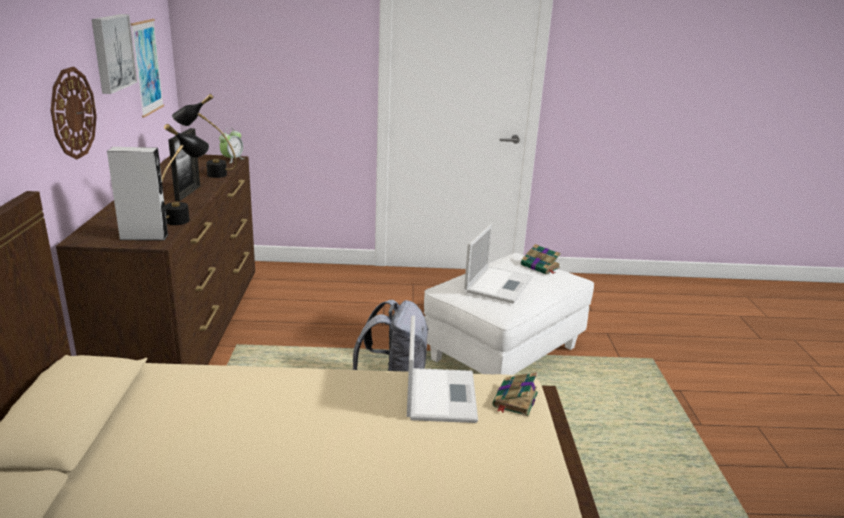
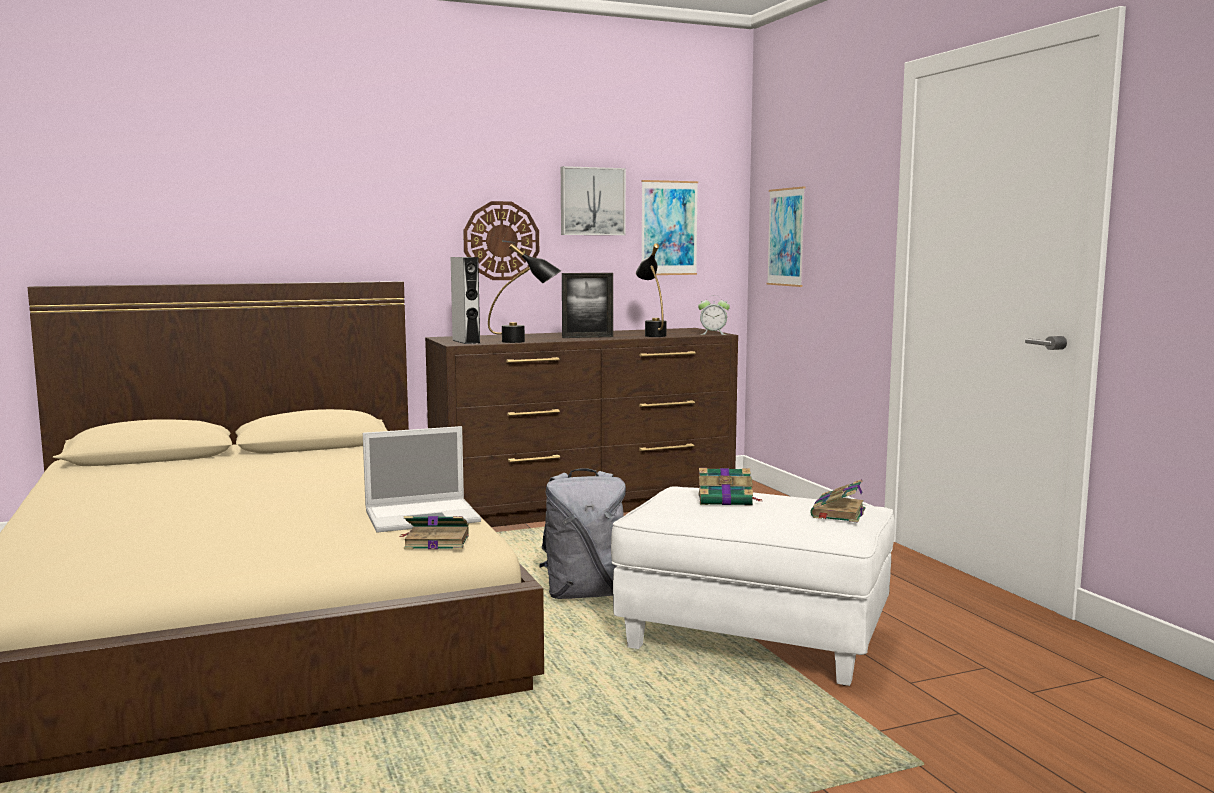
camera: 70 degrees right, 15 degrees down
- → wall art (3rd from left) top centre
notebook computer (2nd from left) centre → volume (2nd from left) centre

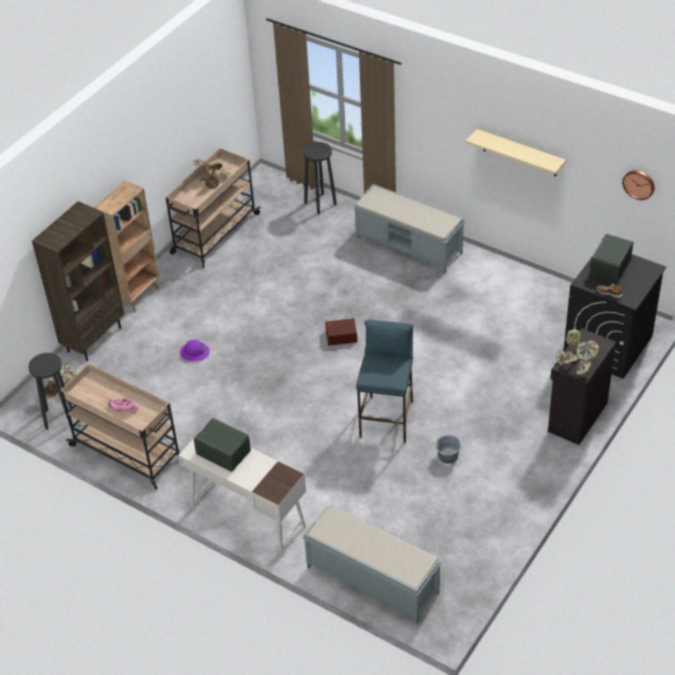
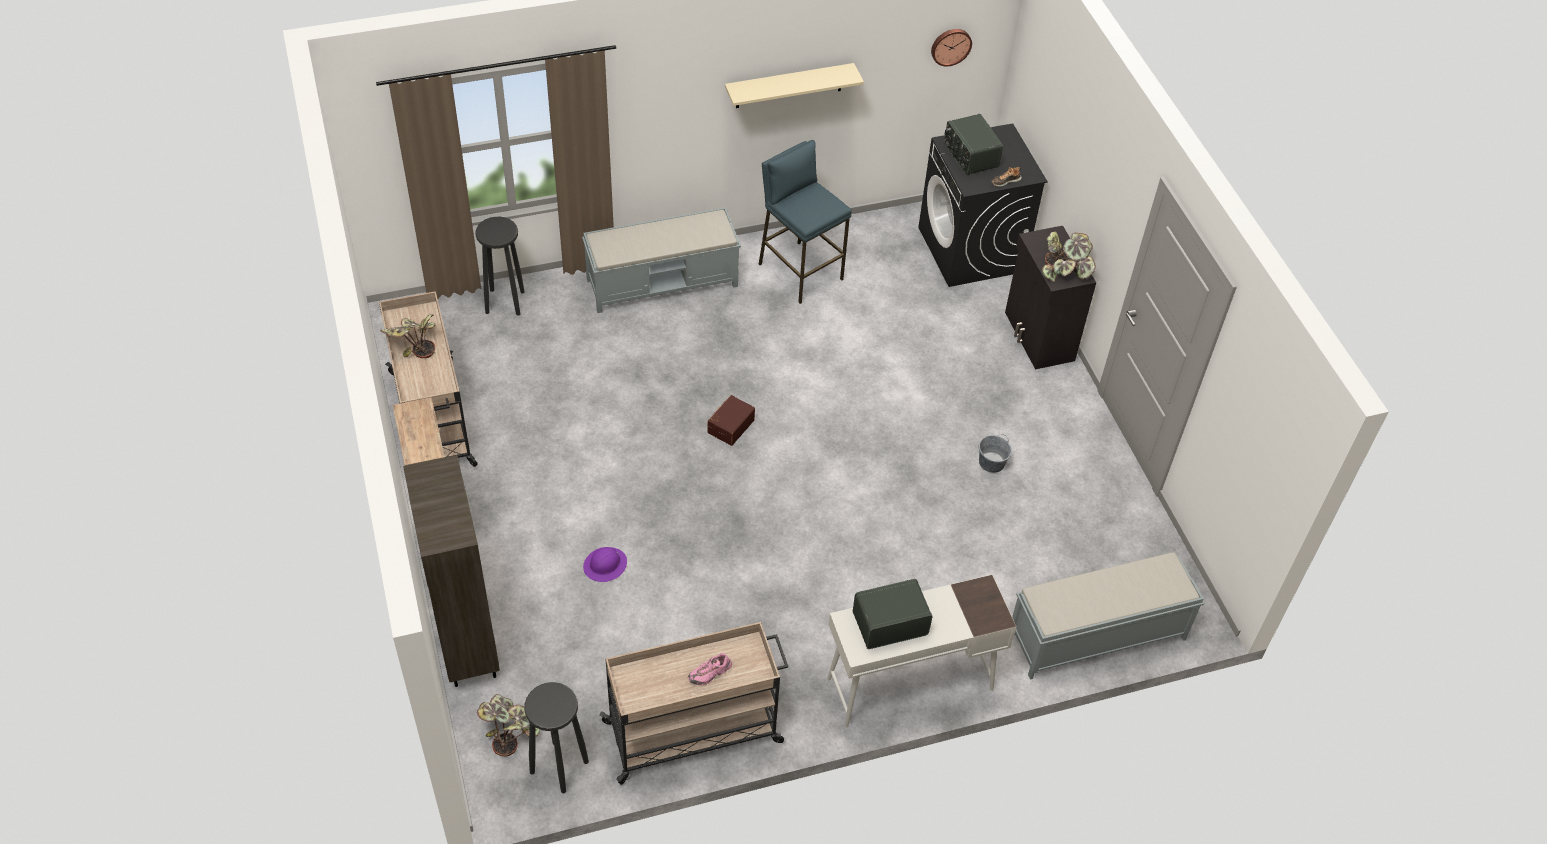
camera: 55 degrees left, 5 degrees up
blue-coloured stool seat centre → blue-coloured stool seat top centre, moved

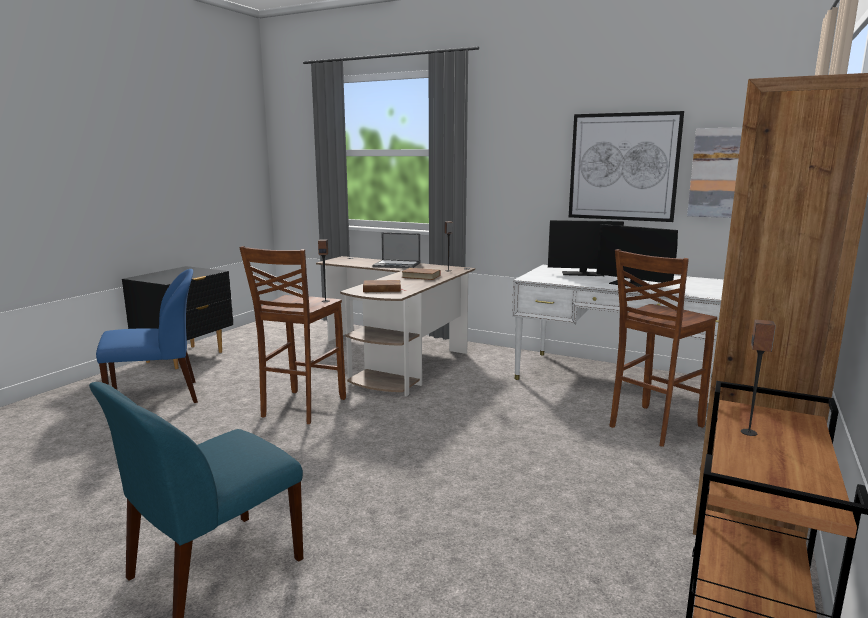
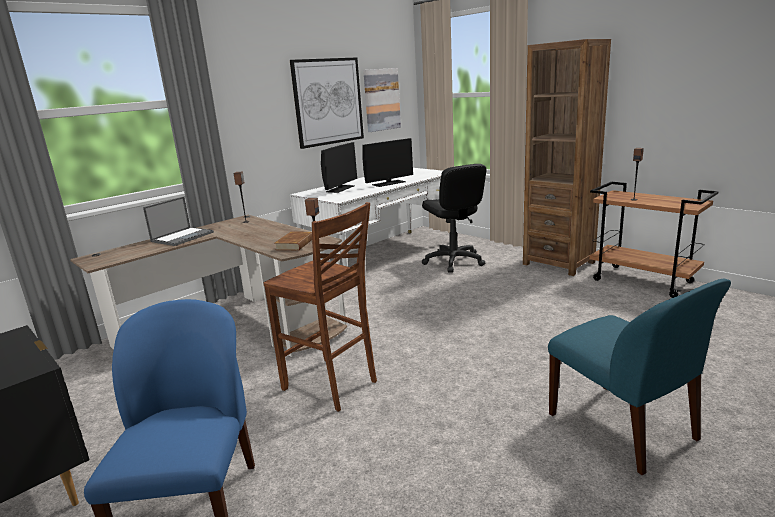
camera: 70 degrees left, 5 degrees up
brownish volume (2nd from left) centre → -
brownish stool seat (2nd from left) middle right → black-coloured office chair centre

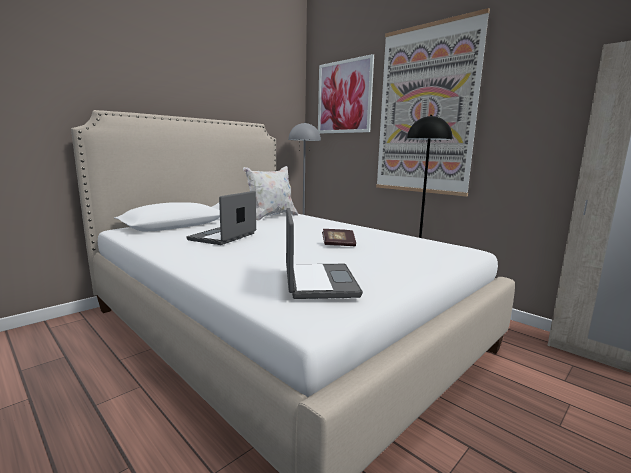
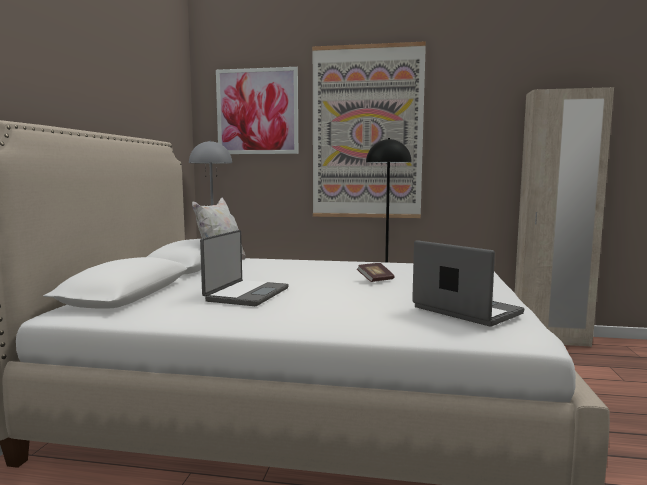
camera: 35 degrees left, 5 degrees down
notebook computer (1st from left) centre, 150 degrees counterclockwise

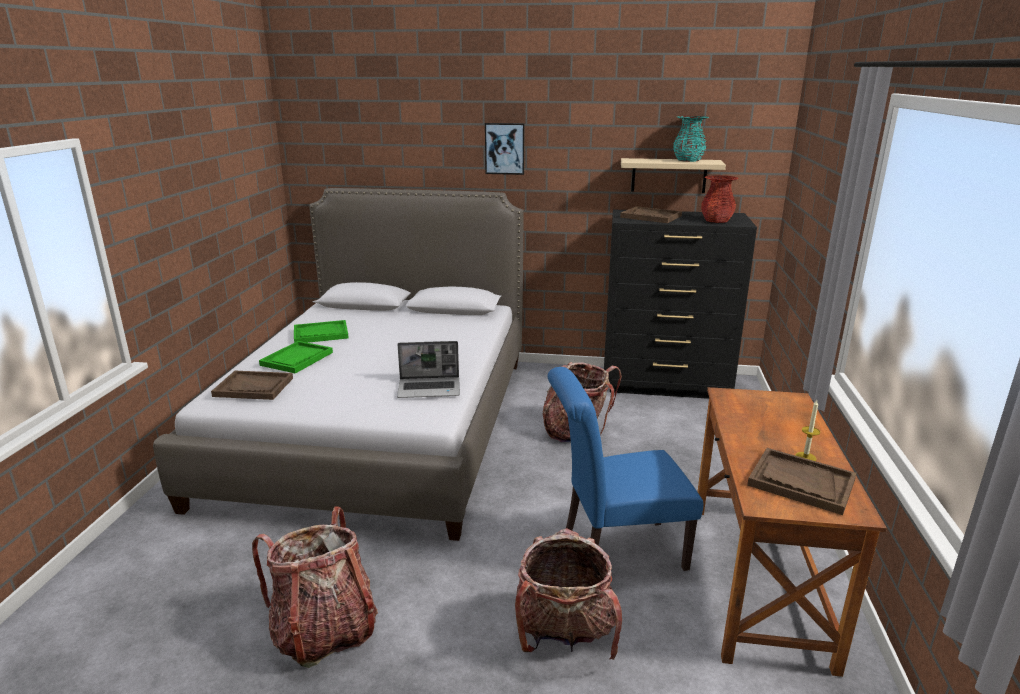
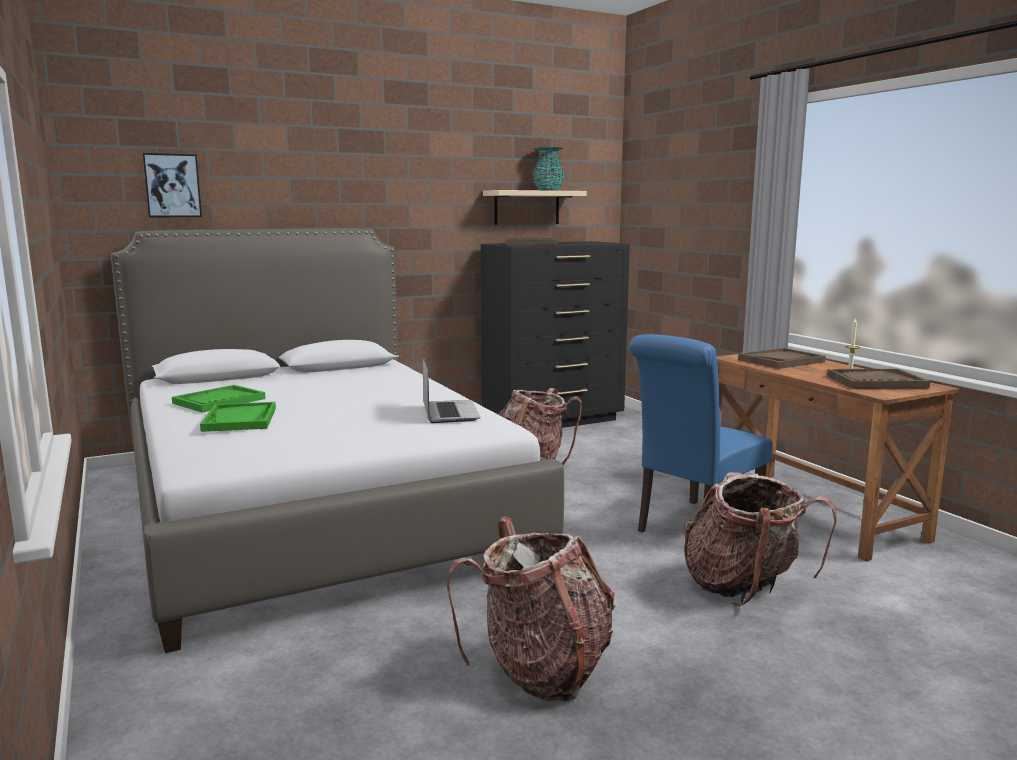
camera: 35 degrees left, 10 degrees down
reddish decorative vase top right → -
brownish carrying tray (1st from left in the first image) middle left → brownish carrying tray (2nd from left) middle right, moved
wall art top centre → wall art top left, moved
notebook computer centre, 60 degrees counterclockwise

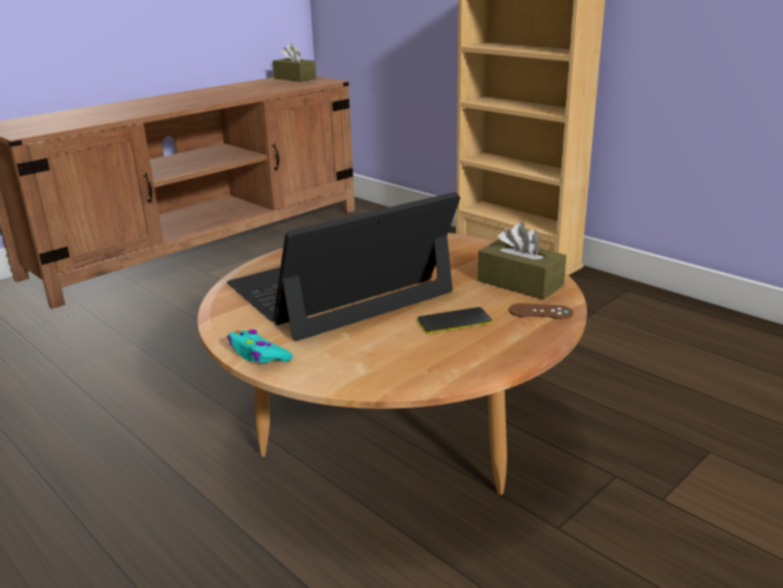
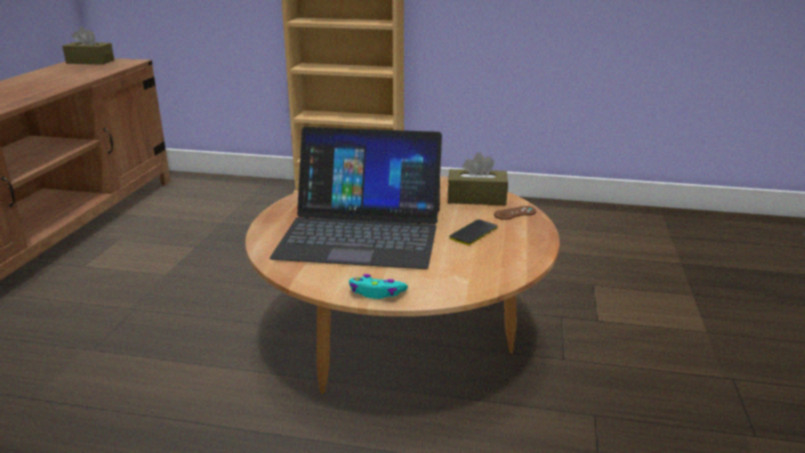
camera: 35 degrees left, 0 degrees up
notebook computer centre, 105 degrees counterclockwise

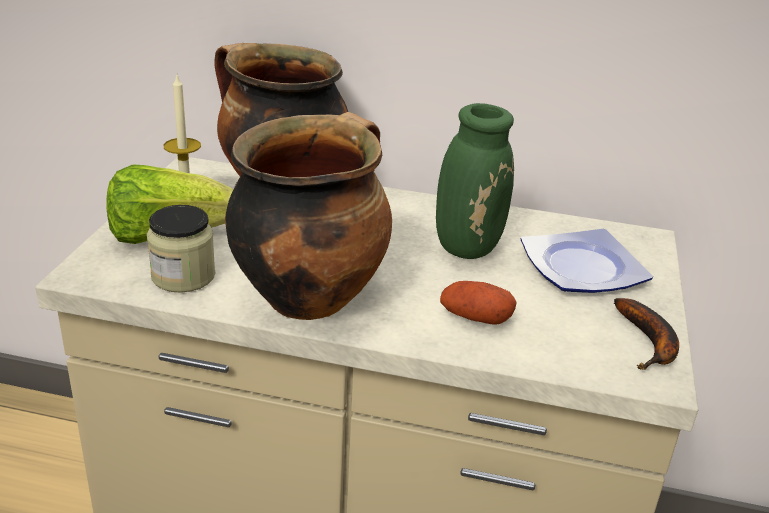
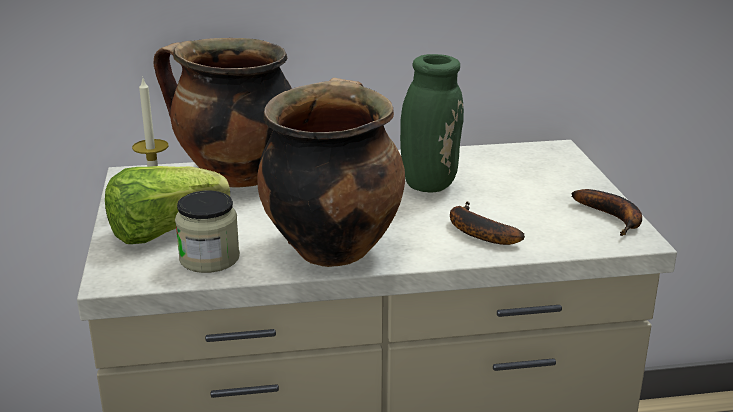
camera: 20 degrees left, 5 degrees down
flat dish middle right → -
potato centre → banana (1st from left) centre

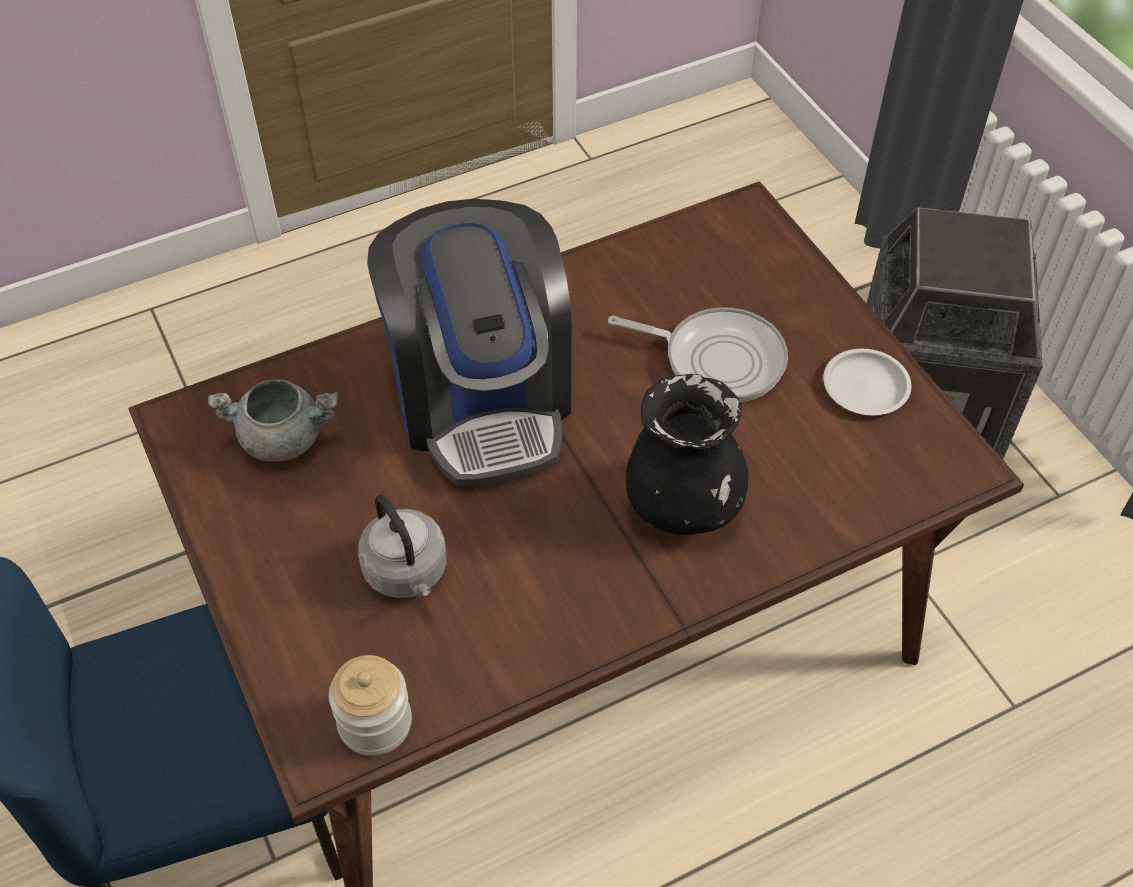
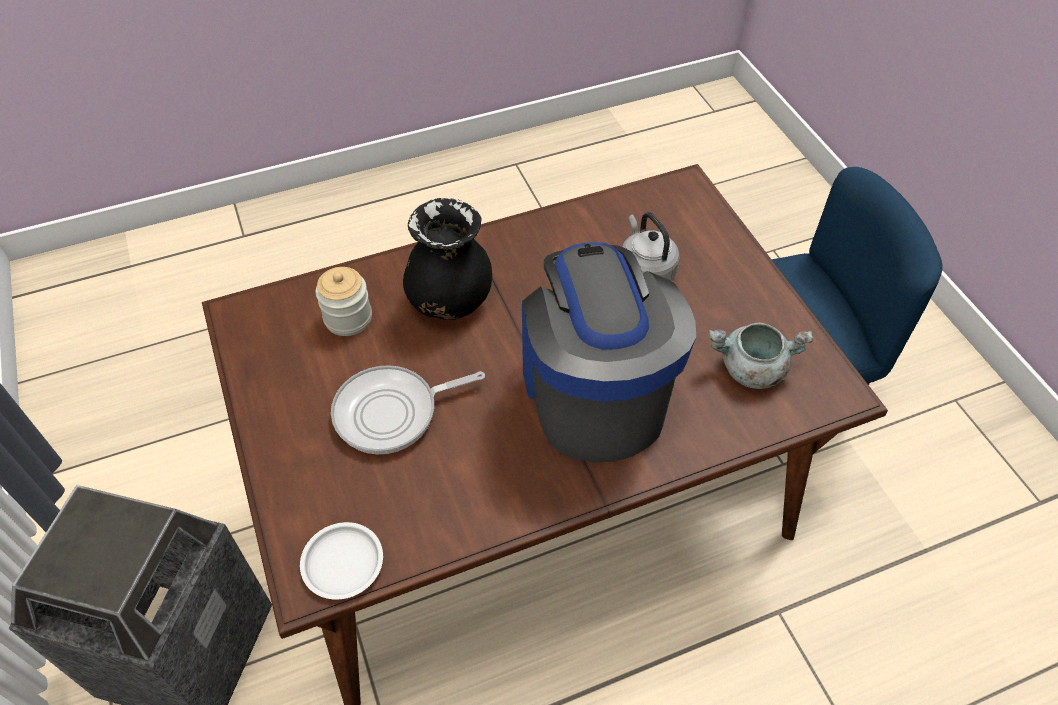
camera: 175 degrees left, 0 degrees up
jar bottom left → jar middle left, moved
white flat dish middle right → white flat dish bottom left, moved
skillet centre, 45 degrees counterclockwise

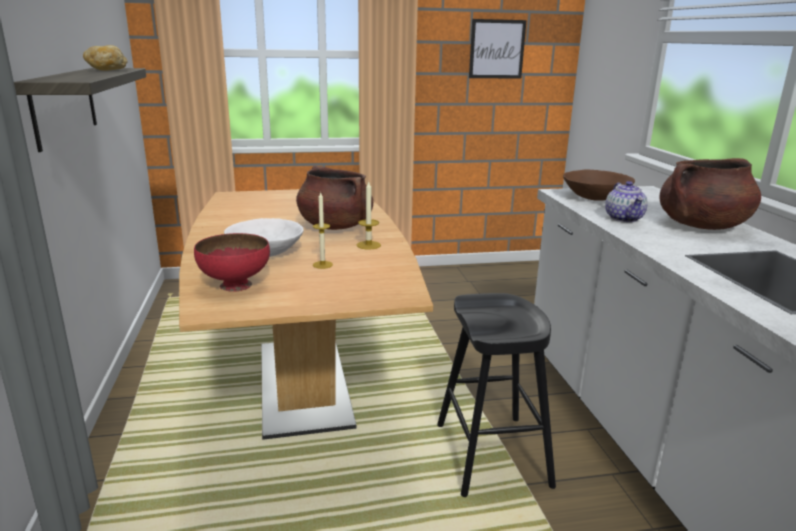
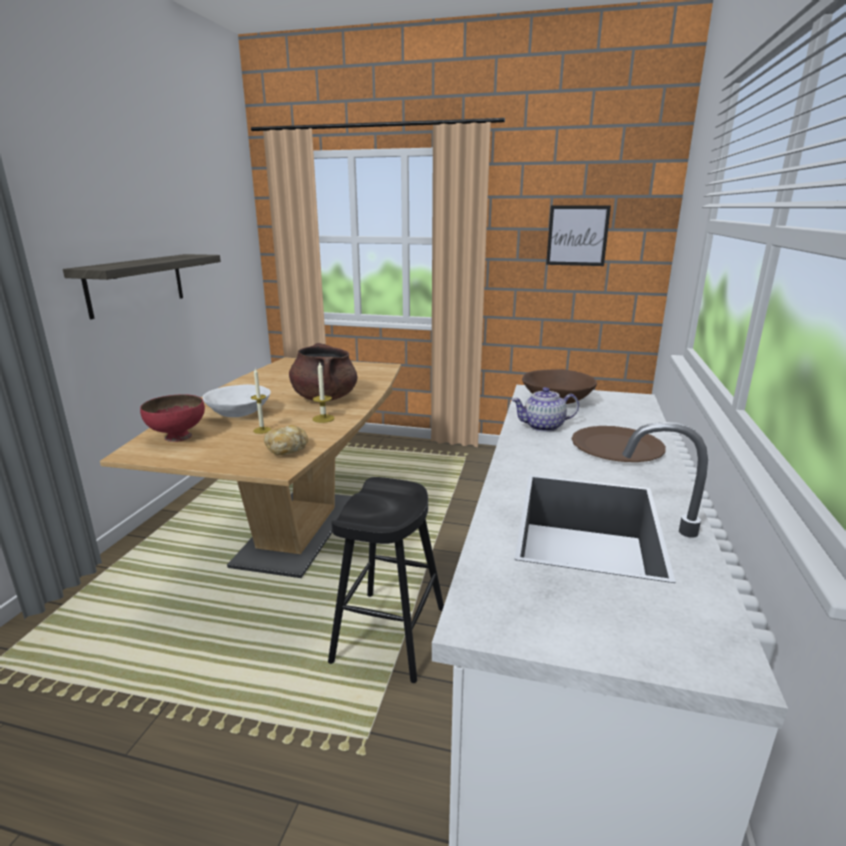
camera: 25 degrees right, 0 degrees up
bakery bread top left → bakery bread centre, moved
brownish saucepot (2nd from left) middle right → brownish flat dish middle right
pot for tea middle right → pot for tea centre, 60 degrees clockwise

